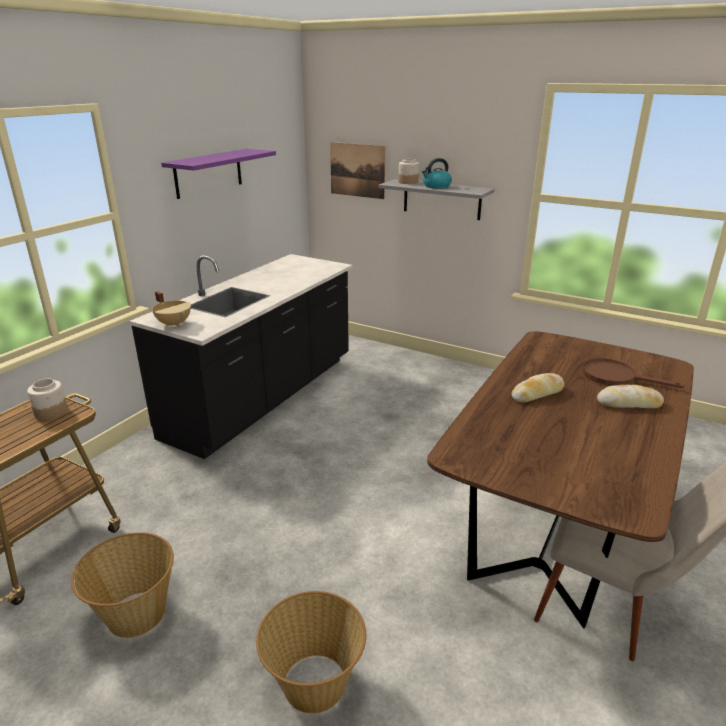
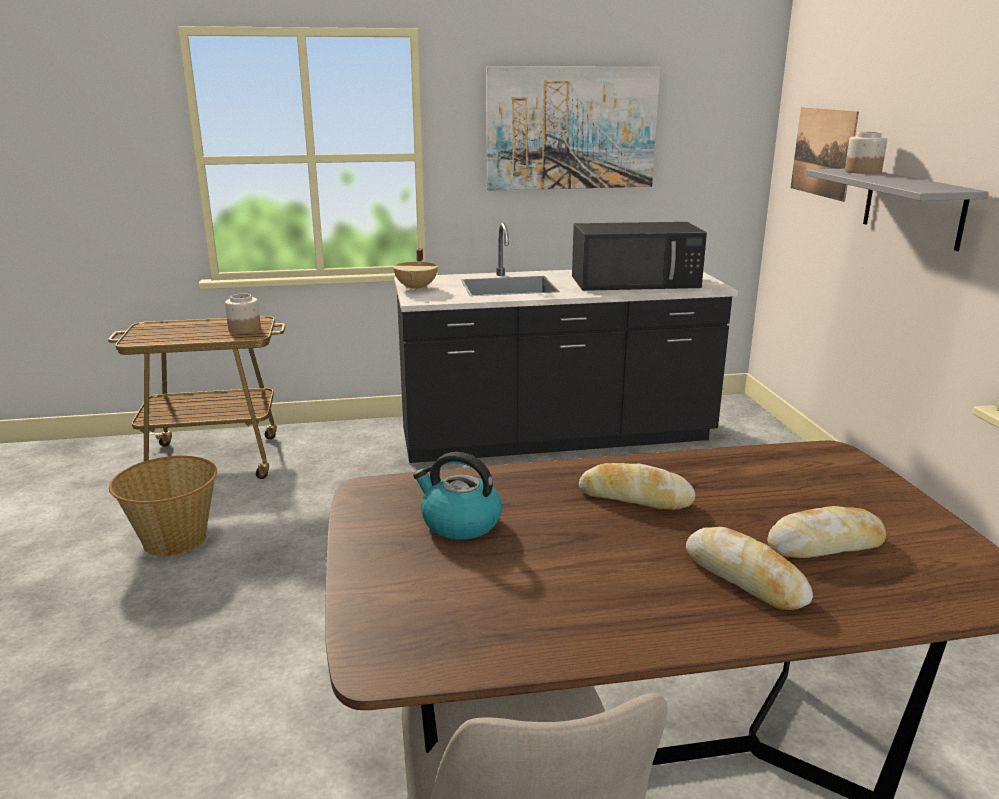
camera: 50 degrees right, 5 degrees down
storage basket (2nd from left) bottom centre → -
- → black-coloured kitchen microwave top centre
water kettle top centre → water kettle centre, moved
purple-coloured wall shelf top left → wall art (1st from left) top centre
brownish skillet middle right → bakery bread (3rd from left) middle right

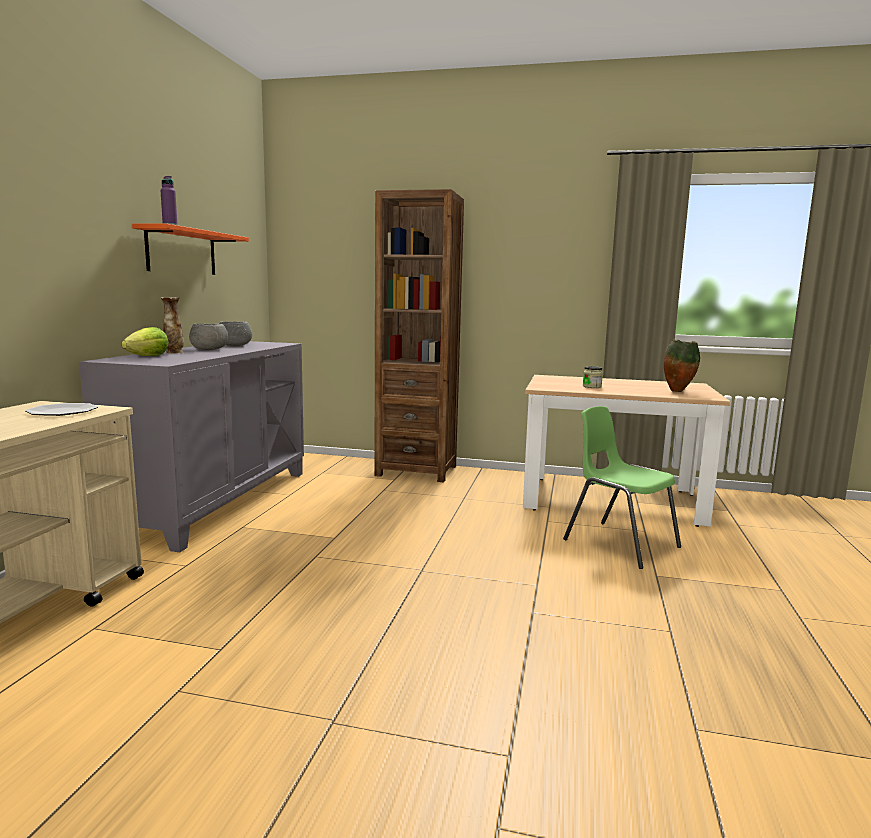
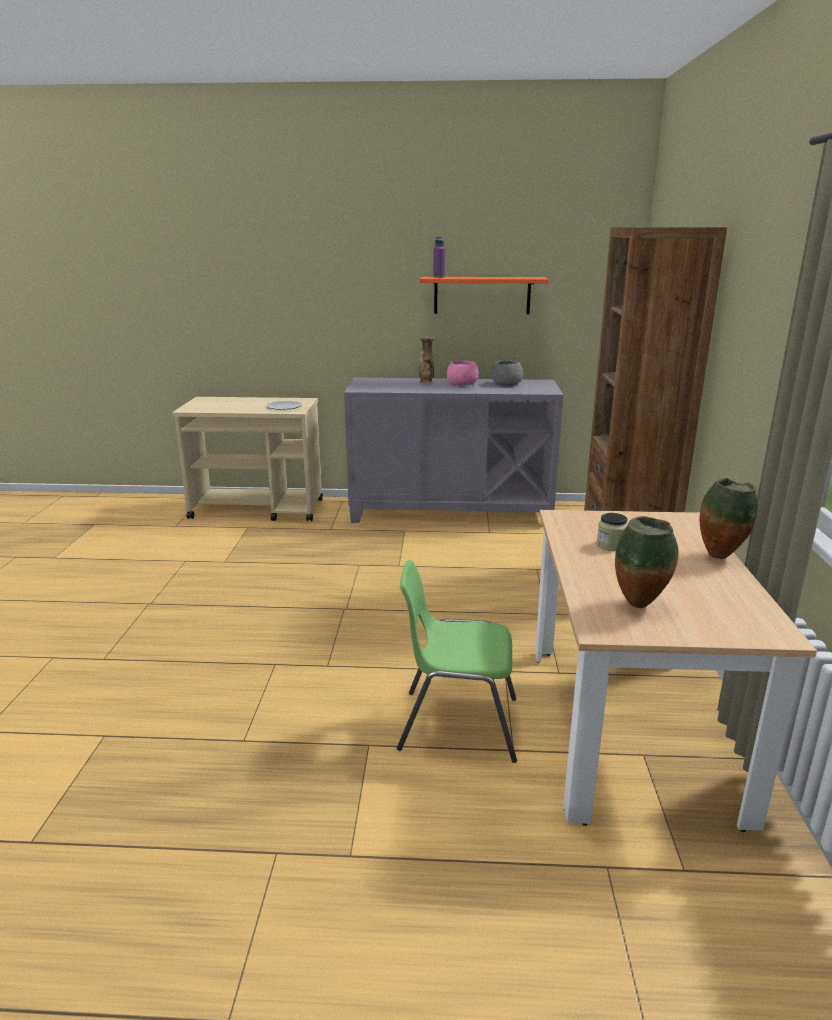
camera: 80 degrees right, 10 degrees up
lettuce middle left → -
- → decorative vase (3rd from left) middle right
grey serving bowl (1st from left) middle left → pinkish serving bowl centre
green-coloured chair middle right → green-coloured chair centre, 120 degrees counterclockwise

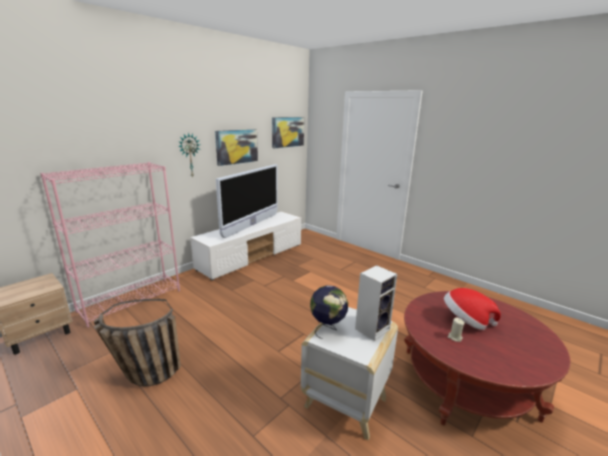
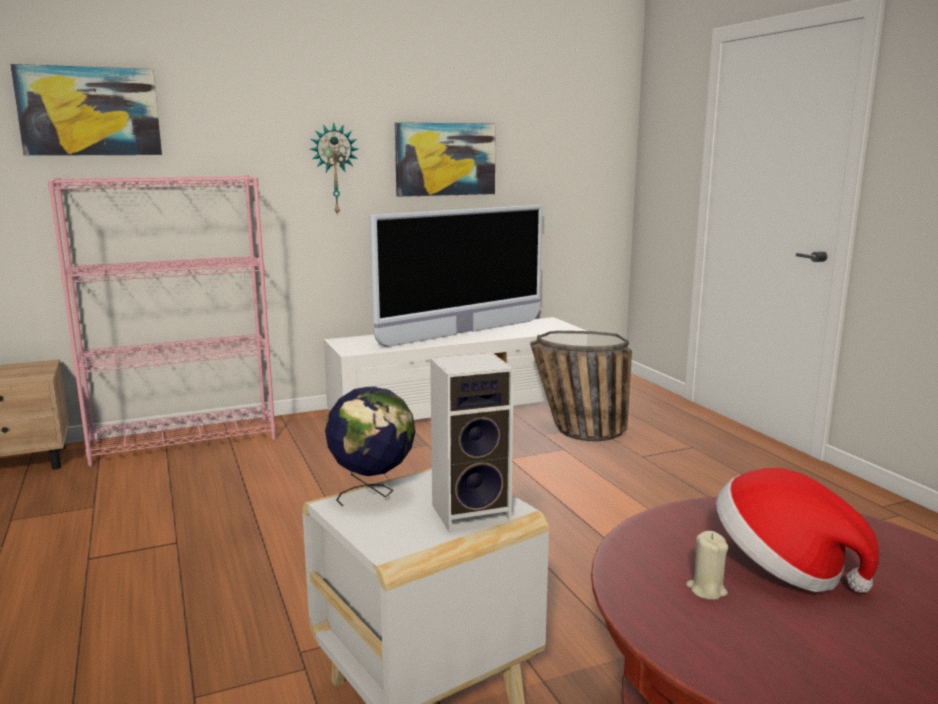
camera: 25 degrees right, 5 degrees down
storage basket bottom left → storage basket centre, moved
wall art (2nd from left in the first image) top centre → wall art (1st from left) top left, moved

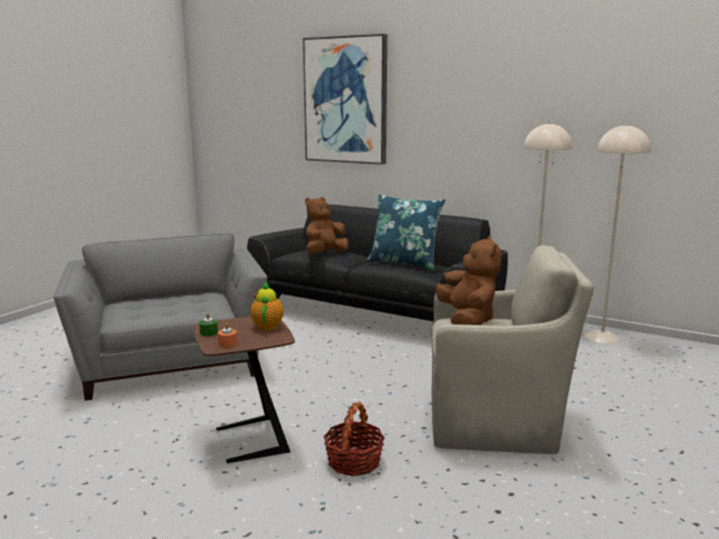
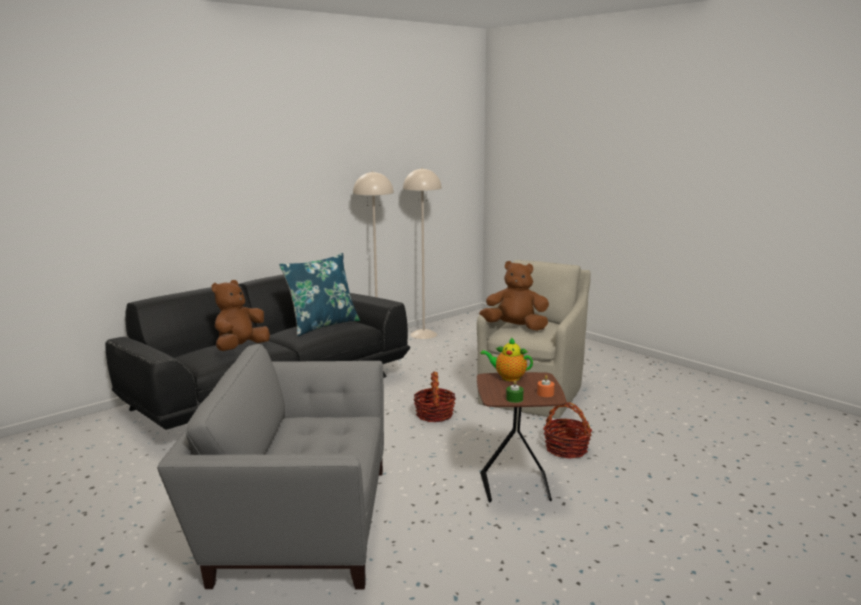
camera: 70 degrees left, 0 degrees up
wall art top centre → -
- → storage basket (1st from left) centre
brownish soft toy (1st from left) centre → brownish soft toy (1st from left) middle left, 60 degrees clockwise

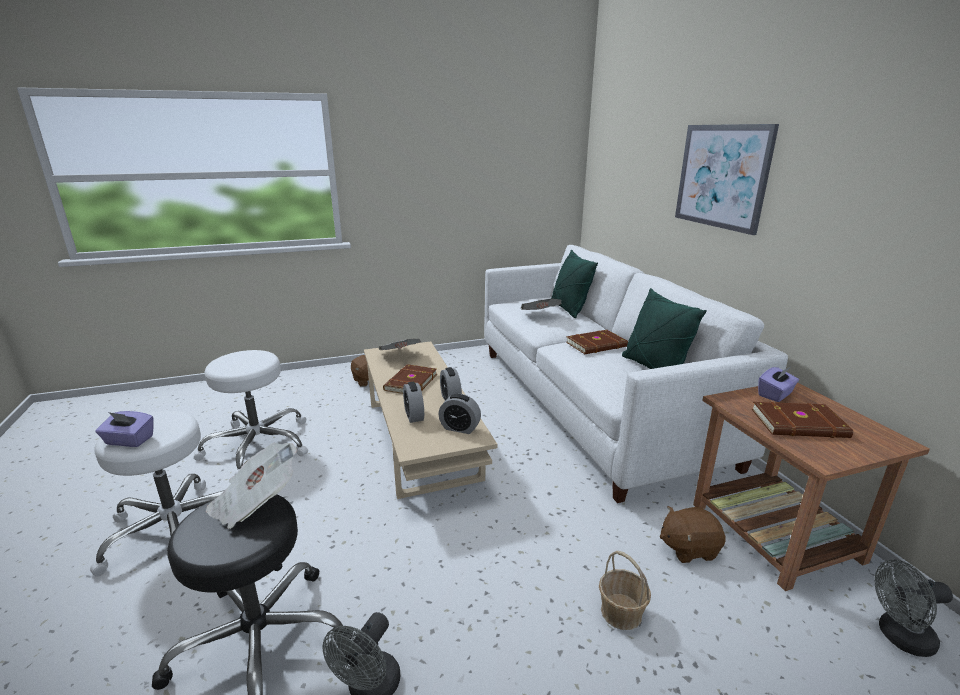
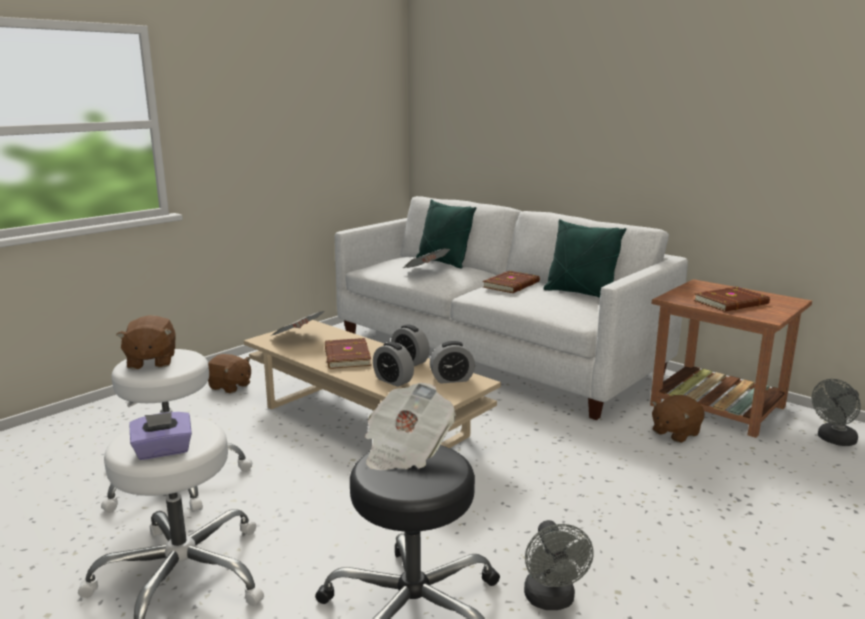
camera: 30 degrees left, 5 degrees down
storage basket bottom centre → -
wall art top right → -
purple-coloured tissue box (2nd from left) middle right → -
- → brownish soft toy (1st from left) middle left

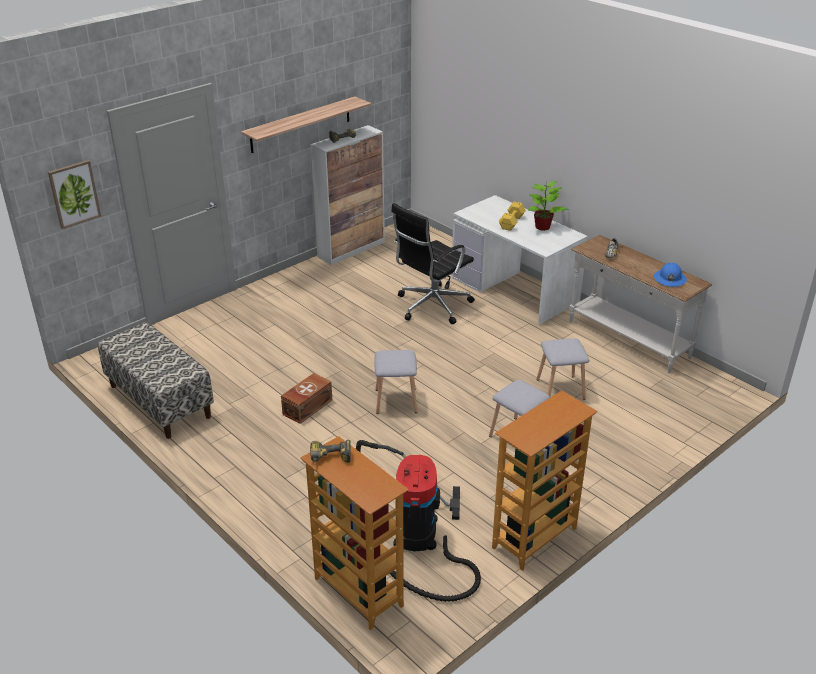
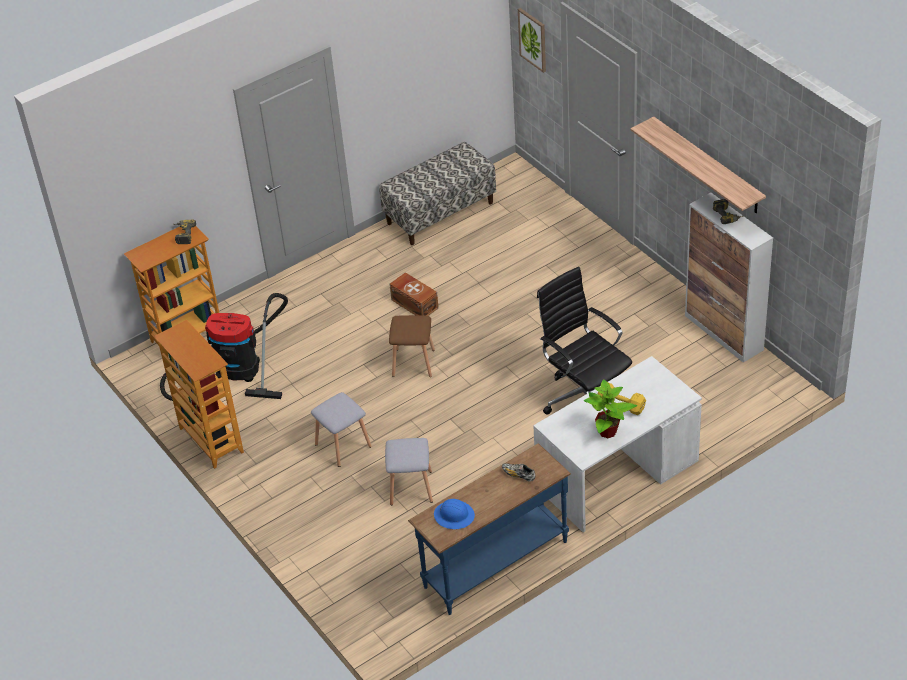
camera: 100 degrees right, 10 degrees up
grey stool seat (1st from left) centre → brownish stool seat centre
white console table middle right → blue-coloured console table bottom centre

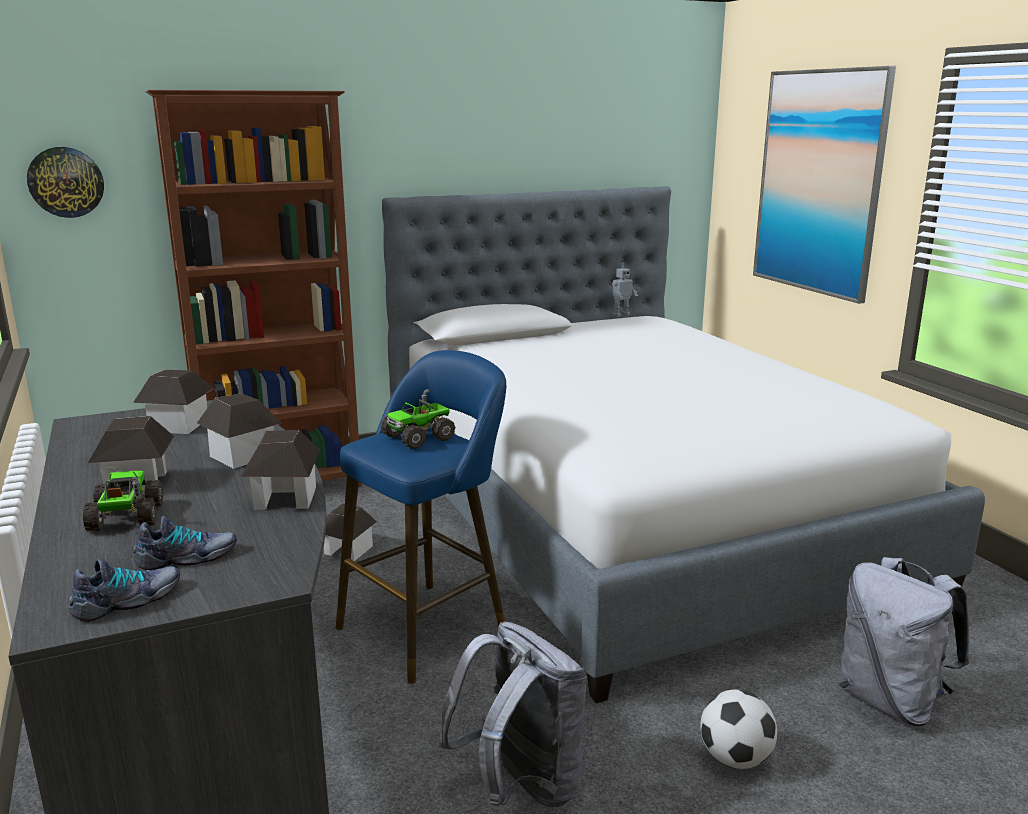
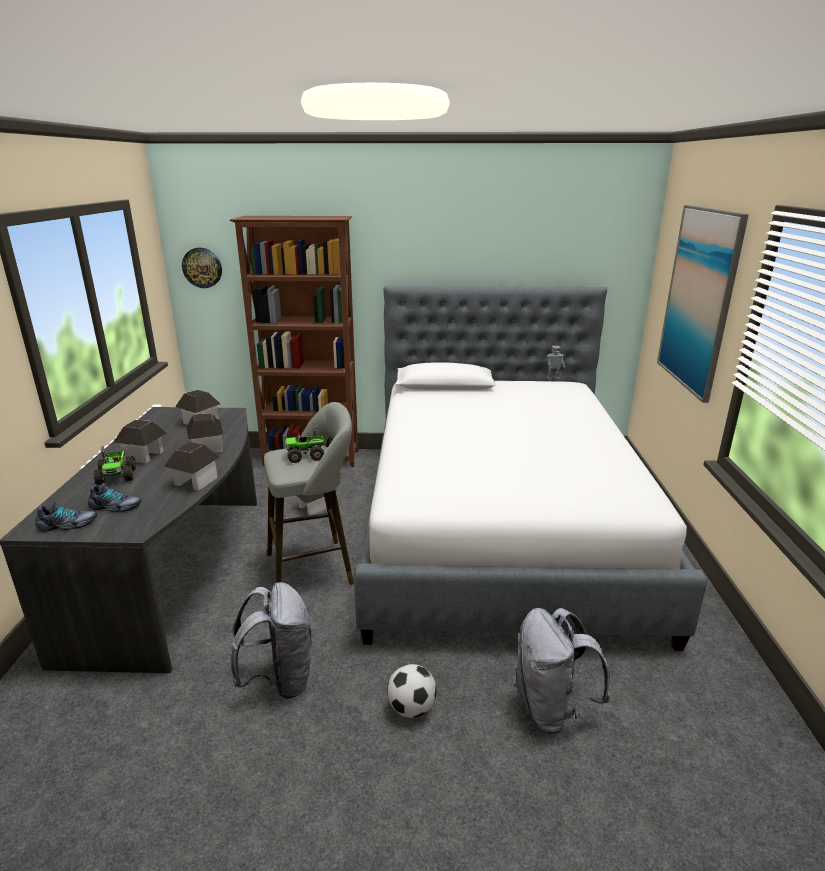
camera: 25 degrees right, 5 degrees up
blue-coloured stool seat centre → grey stool seat centre
model truck (1st from left) middle left, 150 degrees clockwise

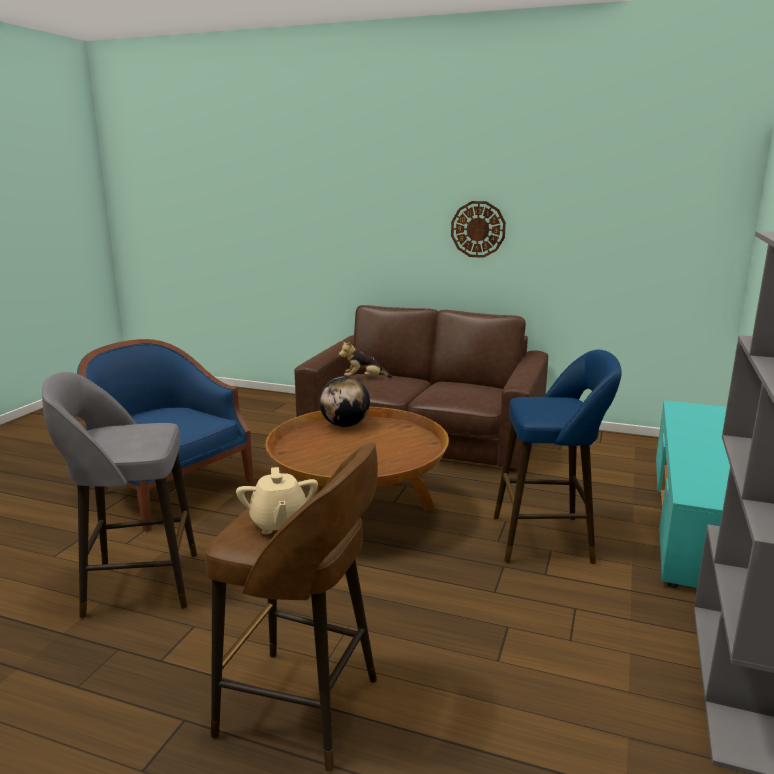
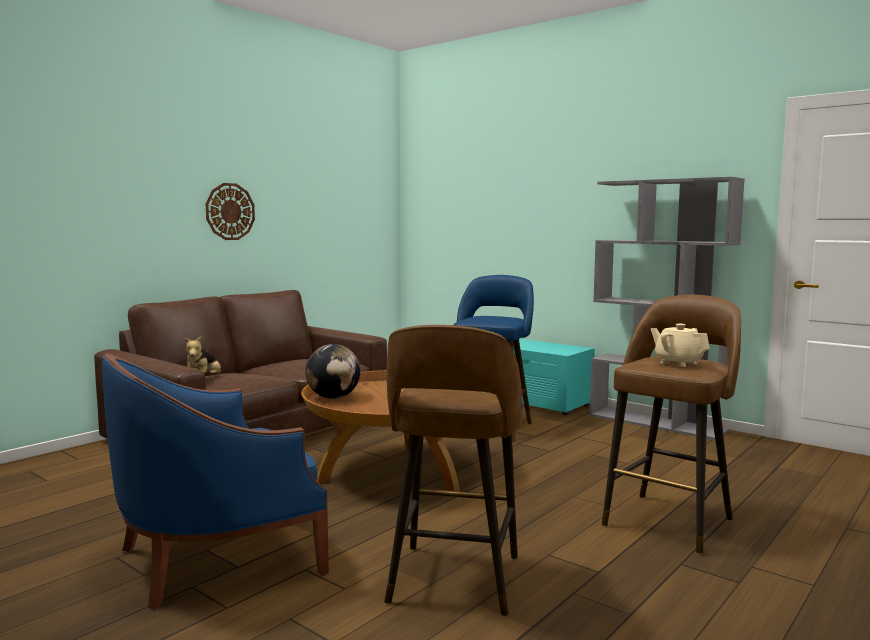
camera: 70 degrees left, 10 degrees down
grey stool seat middle left → brownish stool seat (1st from left) bottom centre
beige-coloured pot for tea centre → beige-coloured pot for tea middle right, 135 degrees counterclockwise

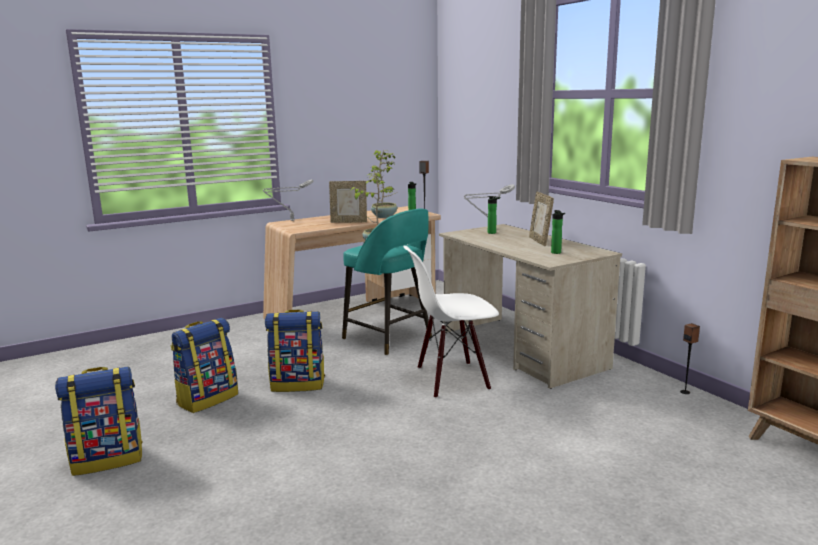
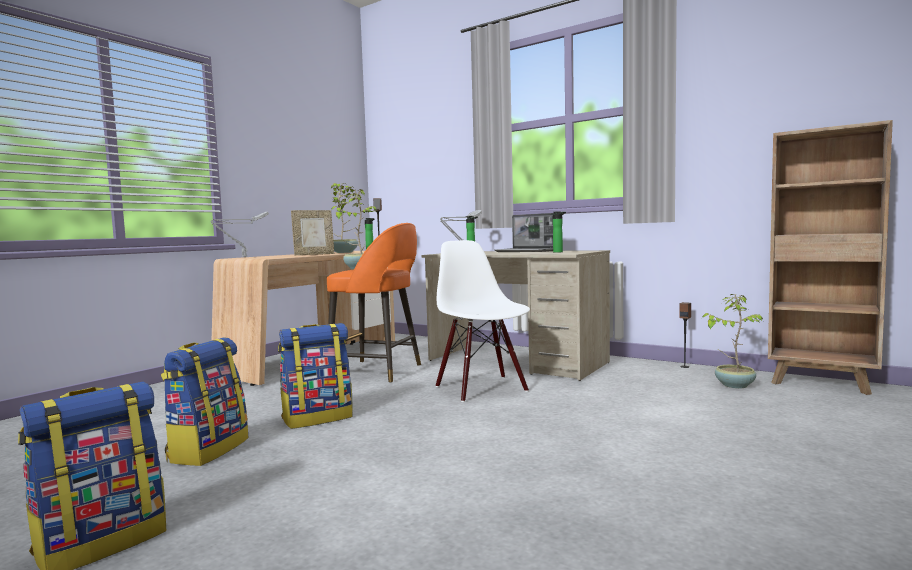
camera: 25 degrees left, 10 degrees down
- → houseplant (3rd from left) middle right
standing frame (2nd from left) centre → notebook computer centre
turquoise-coloured stool seat centre → orange stool seat centre
white chair centre, 105 degrees clockwise

